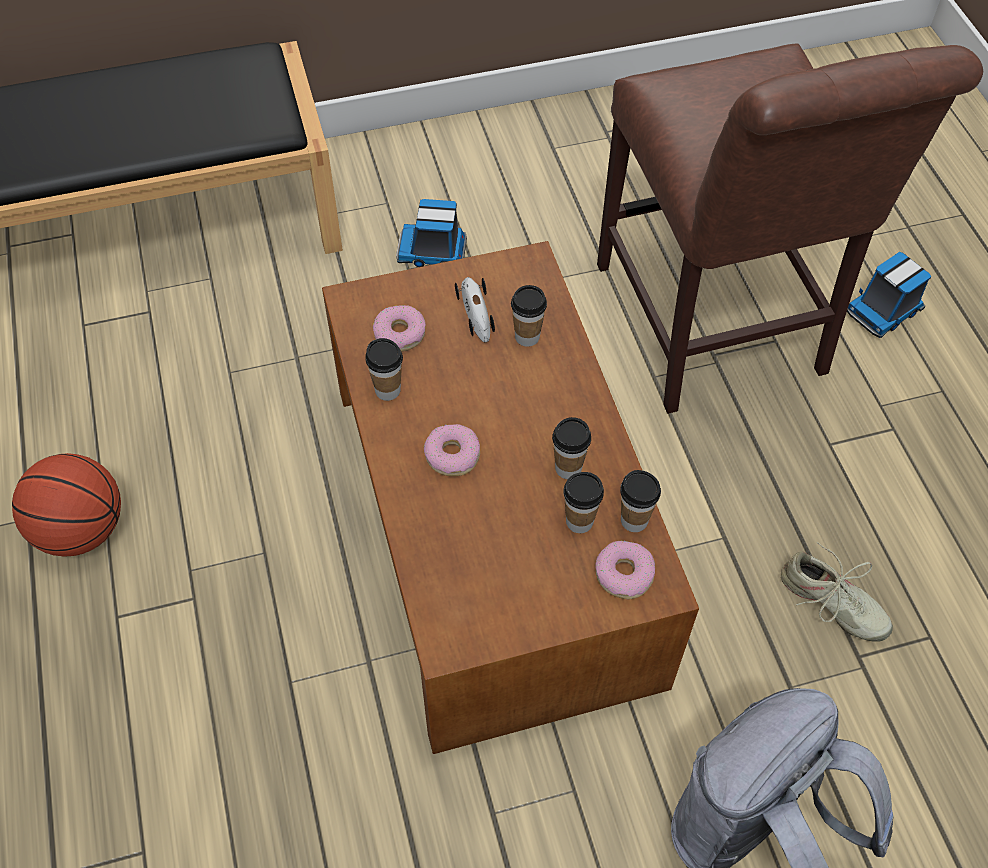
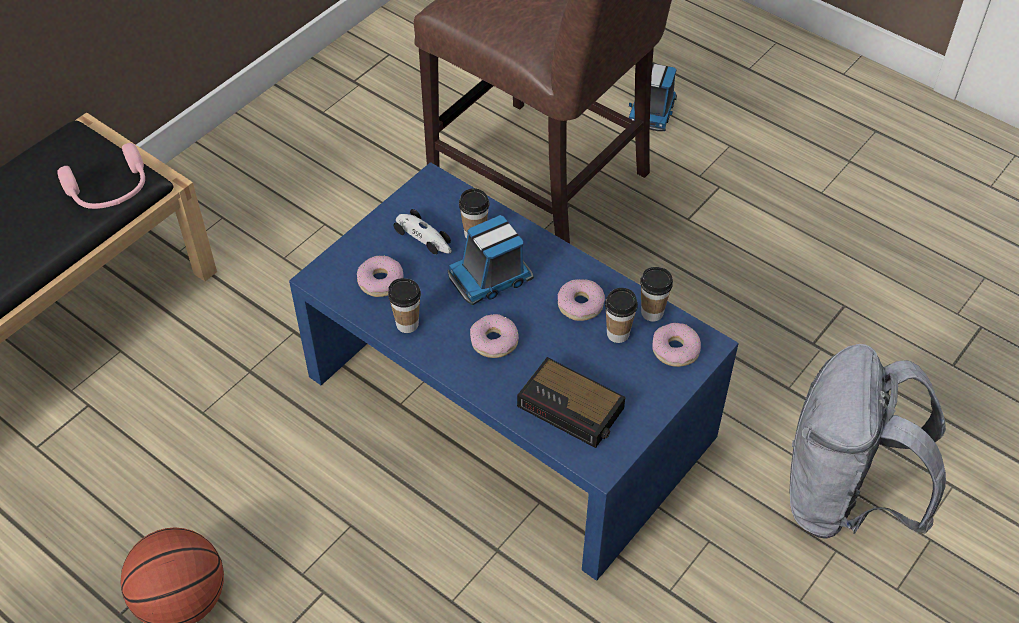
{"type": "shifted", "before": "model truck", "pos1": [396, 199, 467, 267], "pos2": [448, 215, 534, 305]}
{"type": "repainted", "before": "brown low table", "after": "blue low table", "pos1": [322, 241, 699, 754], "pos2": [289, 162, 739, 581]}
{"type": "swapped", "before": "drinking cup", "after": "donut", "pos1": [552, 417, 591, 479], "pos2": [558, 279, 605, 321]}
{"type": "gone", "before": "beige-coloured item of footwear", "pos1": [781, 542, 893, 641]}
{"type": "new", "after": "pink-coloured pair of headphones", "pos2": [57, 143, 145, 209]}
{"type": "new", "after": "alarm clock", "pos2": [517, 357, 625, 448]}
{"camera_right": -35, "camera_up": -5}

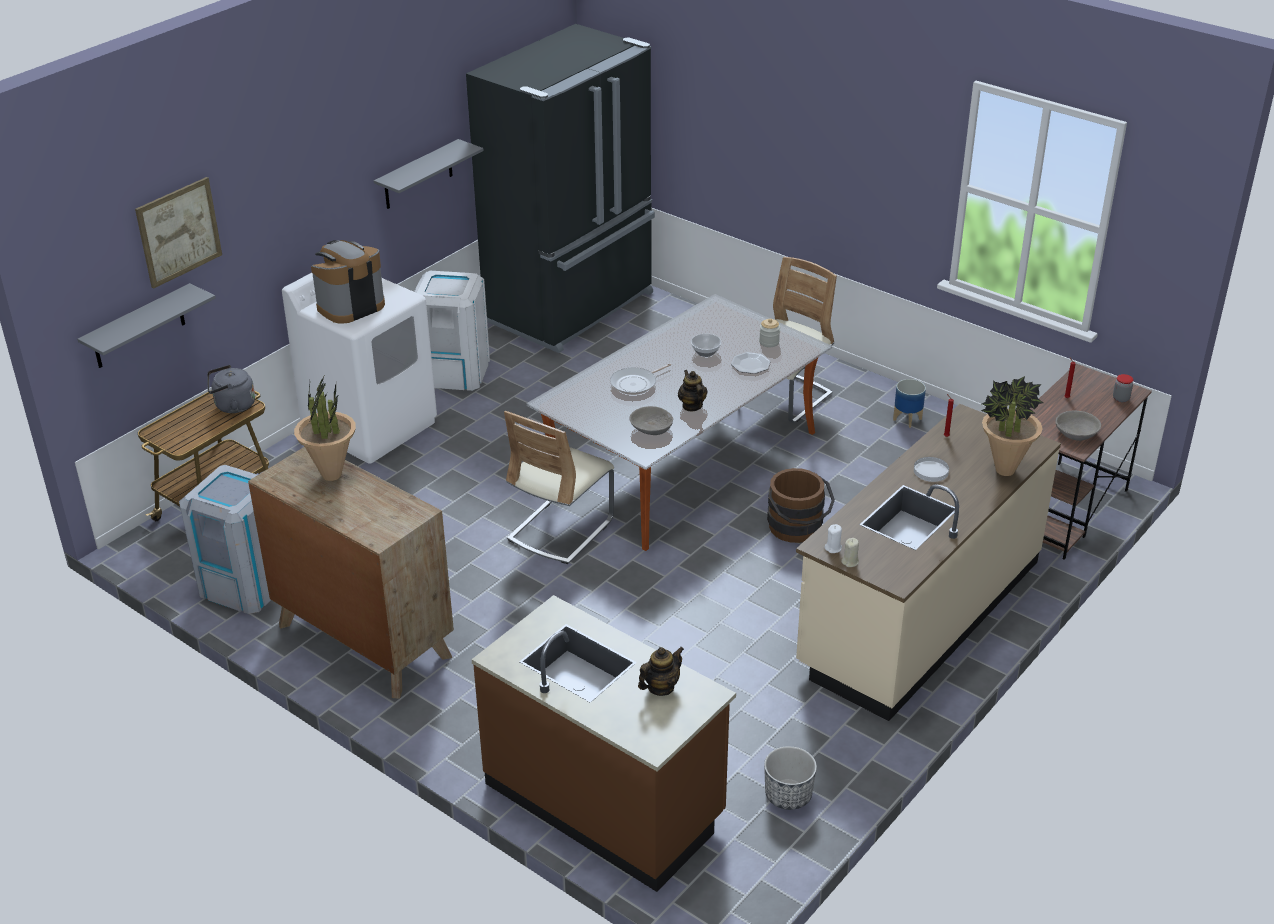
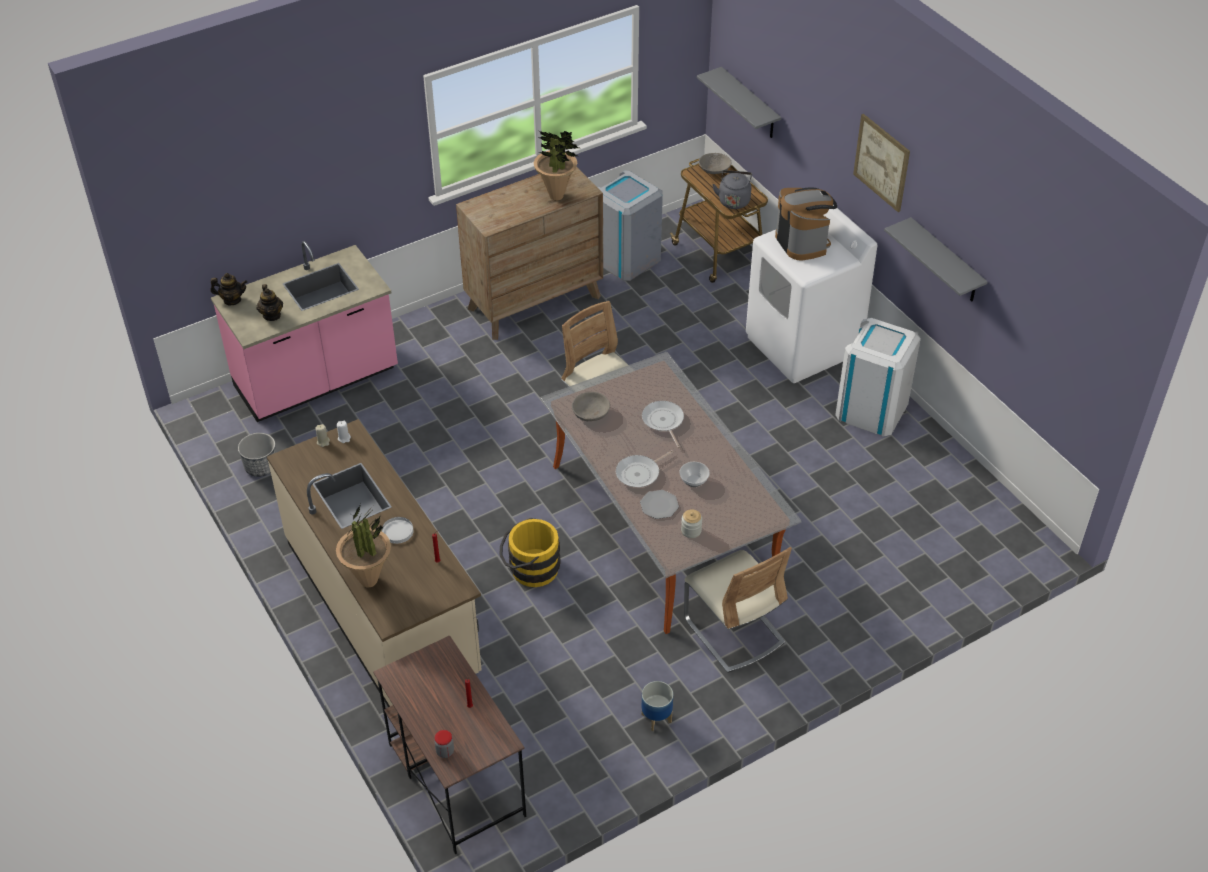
{"type": "gone", "before": "black kitchen fridge", "pos1": [466, 24, 655, 353]}
{"type": "shifted", "before": "wall picture", "pos1": [135, 177, 222, 289], "pos2": [853, 114, 910, 212]}
{"type": "shifted", "before": "tea pot", "pos1": [678, 370, 707, 411], "pos2": [210, 273, 247, 305]}
{"type": "shifted", "before": "grey deep dish", "pos1": [1055, 411, 1101, 441], "pos2": [699, 153, 732, 174]}
{"type": "repainted", "before": "brown pail", "after": "yellow pail", "pos1": [767, 468, 835, 543], "pos2": [500, 518, 561, 587]}
{"type": "repainted", "before": "brown counter", "after": "pink-coloured counter", "pos1": [472, 595, 736, 892], "pos2": [211, 241, 398, 422]}
{"type": "new", "after": "pan", "pos2": [616, 450, 674, 488]}
{"camera_right": 110, "camera_up": 10}

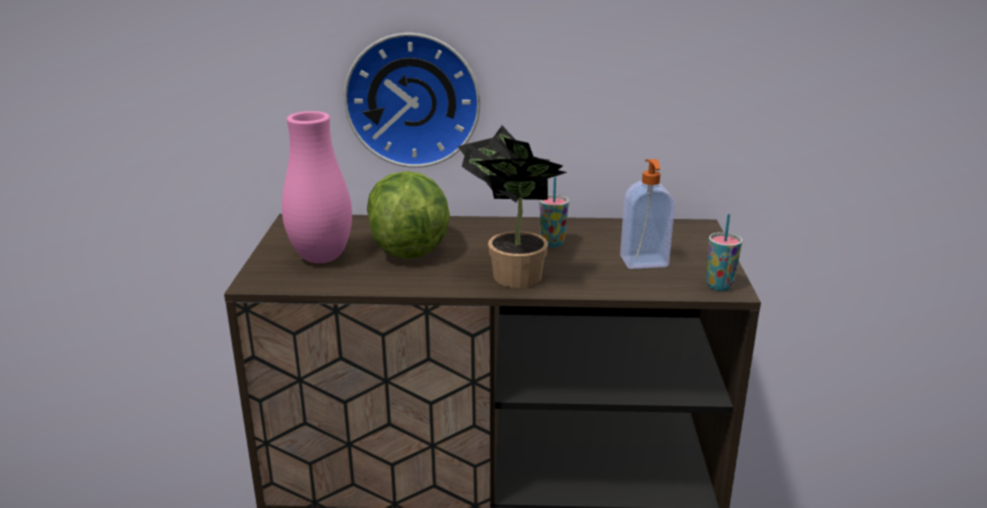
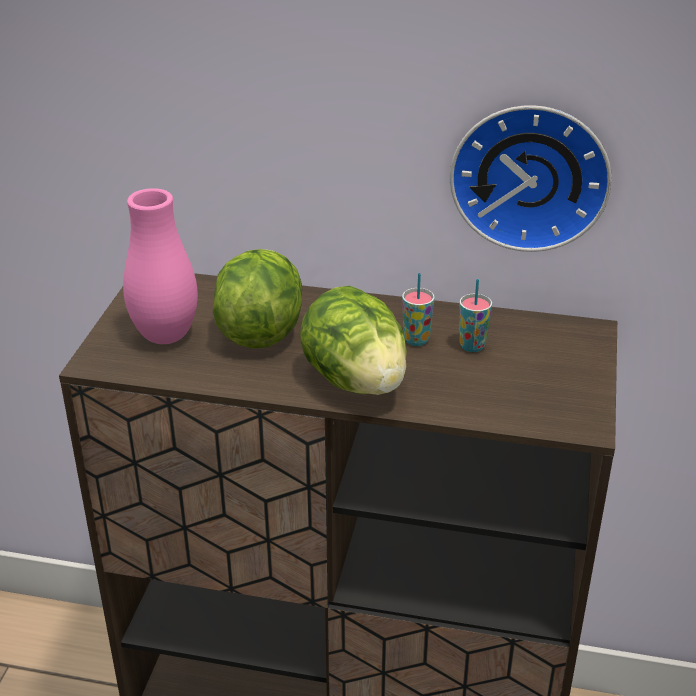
{"type": "shifted", "before": "wall clock", "pos1": [344, 33, 480, 168], "pos2": [450, 105, 612, 252]}
{"type": "swapped", "before": "plant in a pot", "after": "head of lettuce", "pos1": [457, 125, 567, 288], "pos2": [300, 286, 407, 395]}
{"type": "gone", "before": "soap bottle", "pos1": [620, 159, 675, 269]}
{"type": "shifted", "before": "drinking cup", "pos1": [707, 214, 742, 291], "pos2": [459, 279, 492, 352]}
{"camera_right": 10, "camera_up": 10}

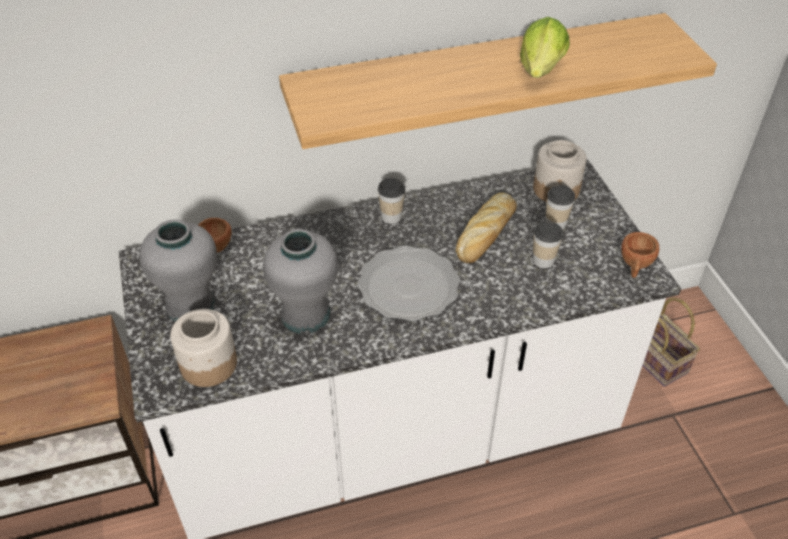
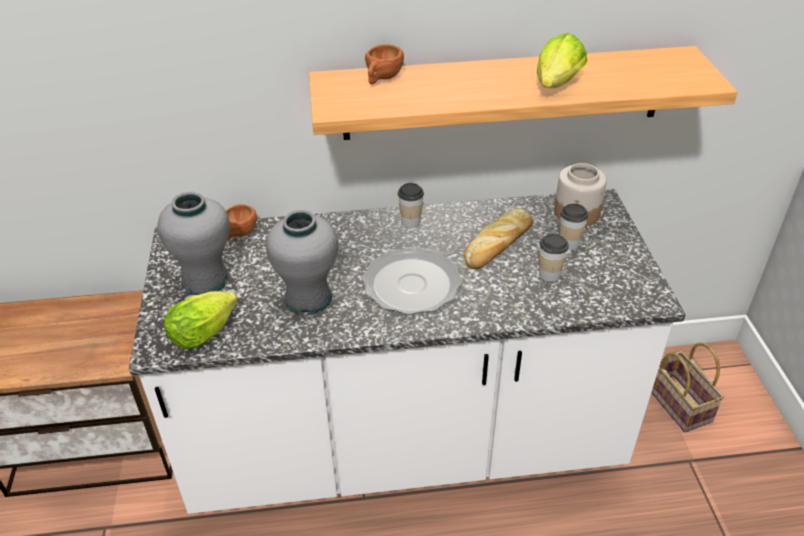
{"type": "shifted", "before": "brown drinking cup", "pos1": [621, 232, 659, 278], "pos2": [365, 44, 404, 84]}
{"type": "swapped", "before": "storage jar", "after": "head of lettuce", "pos1": [170, 309, 237, 387], "pos2": [164, 291, 237, 349]}
{"camera_right": 10, "camera_up": -5}

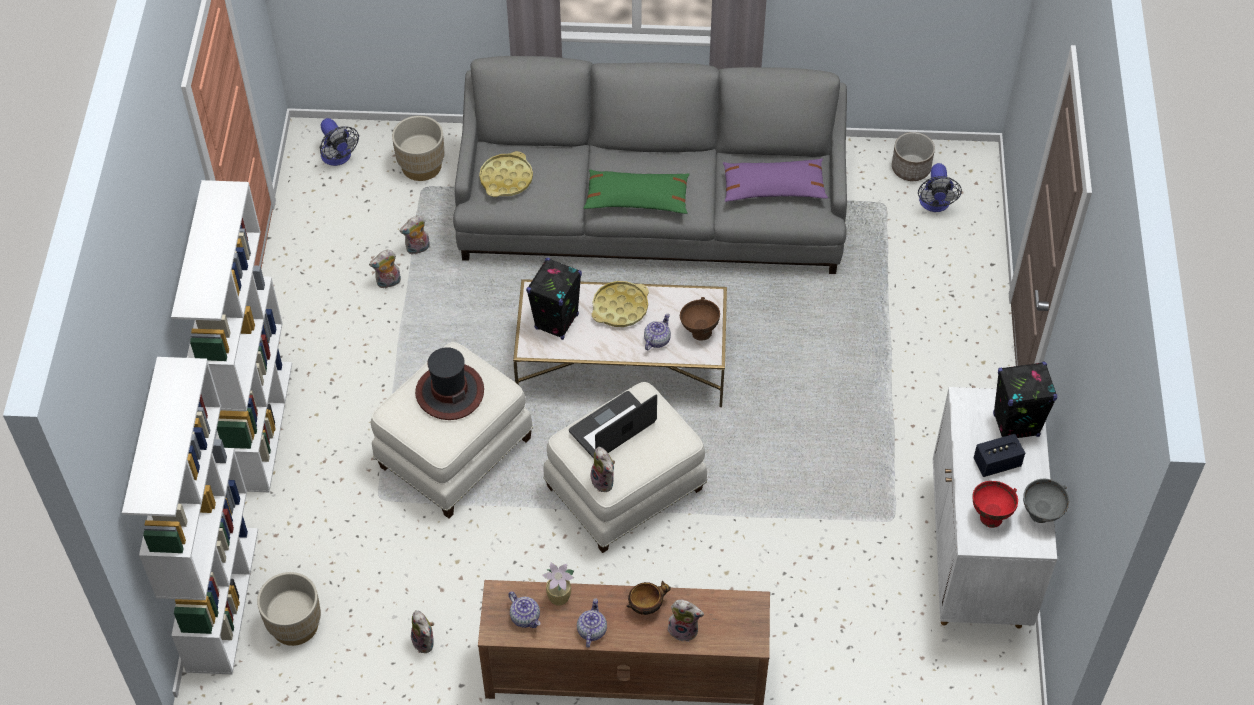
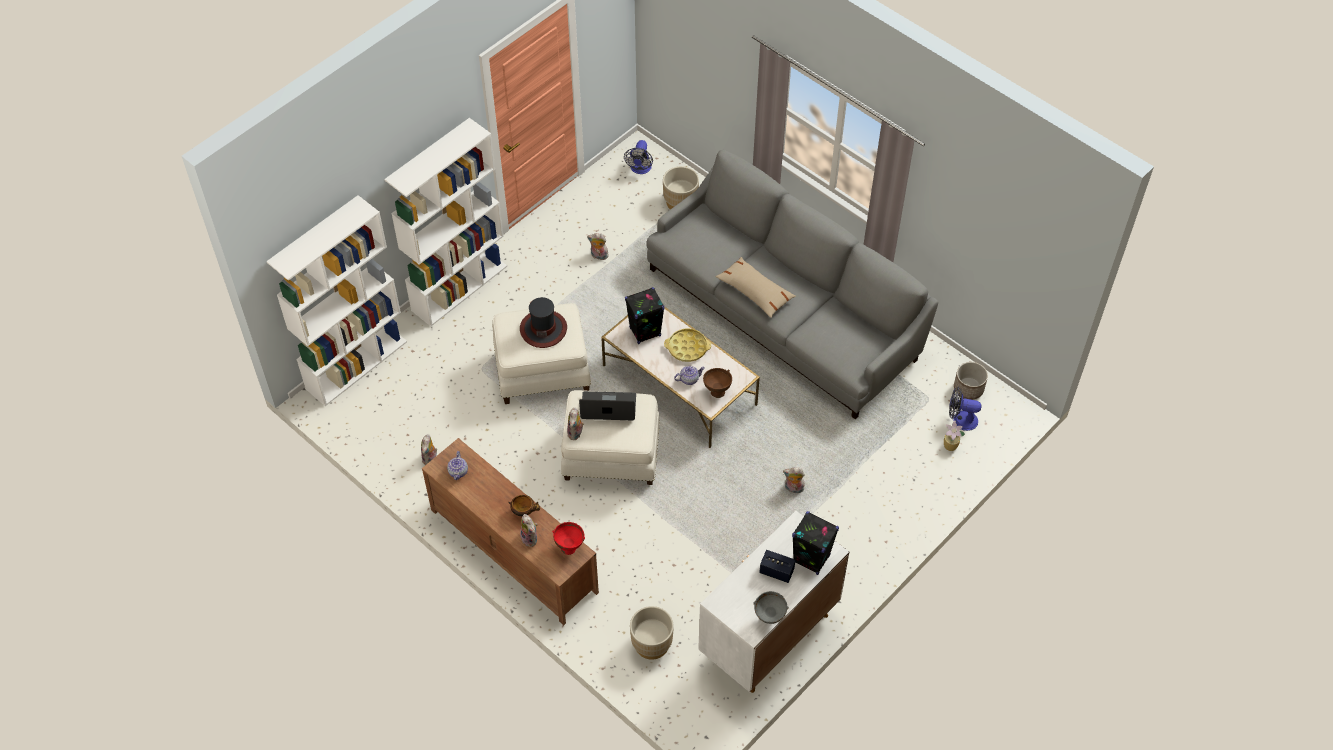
{"type": "gone", "before": "yellow serving tray", "pos1": [479, 151, 533, 197]}
{"type": "gone", "before": "purple pillow", "pos1": [723, 158, 828, 202]}
{"type": "rotated", "before": "fan", "pos1": [918, 163, 962, 212], "pos2": [949, 387, 981, 431], "turn": 60}
{"type": "repainted", "before": "green pillow", "after": "beige-coloured pillow", "pos1": [584, 169, 690, 214], "pos2": [716, 257, 796, 318]}
{"type": "shifted", "before": "plush toy", "pos1": [400, 215, 430, 255], "pos2": [783, 467, 805, 493]}
{"type": "shifted", "before": "red-coloured deep dish", "pos1": [972, 481, 1018, 528], "pos2": [552, 522, 585, 555]}
{"type": "shifted", "before": "plant in a pot", "pos1": [542, 562, 574, 606], "pos2": [944, 421, 965, 451]}
{"type": "shifted", "before": "beige-coloured plant pot", "pos1": [257, 572, 321, 646], "pos2": [630, 606, 674, 660]}
{"type": "gone", "before": "tea pot", "pos1": [577, 598, 607, 648]}
{"camera_right": 40, "camera_up": 0}

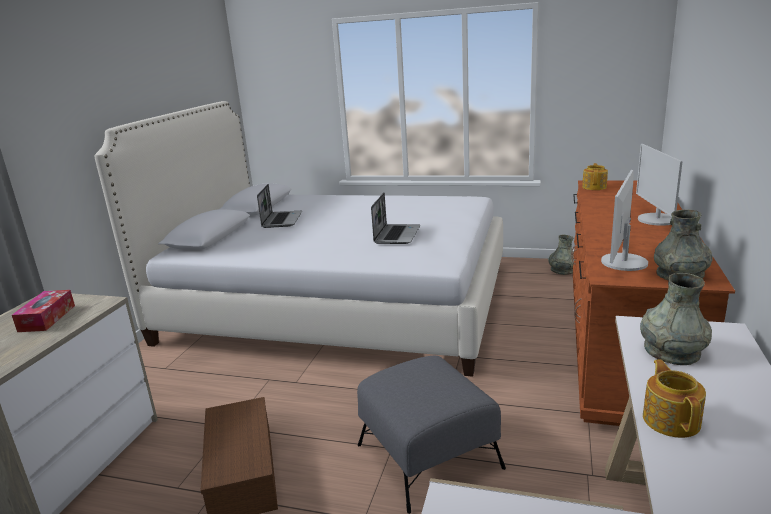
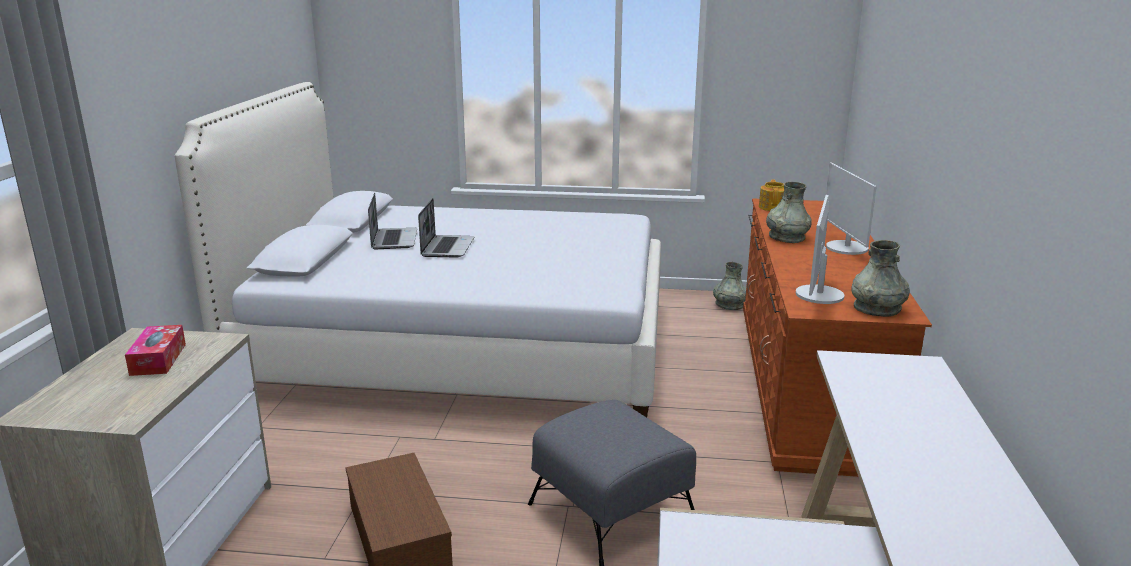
{"type": "shifted", "before": "portable computer", "pos1": [371, 193, 420, 244], "pos2": [418, 198, 475, 258]}
{"type": "shifted", "before": "grey decorative vase", "pos1": [640, 273, 712, 365], "pos2": [766, 182, 812, 243]}
{"type": "gone", "before": "tea pot", "pos1": [643, 359, 706, 438]}
{"camera_right": -10, "camera_up": 0}

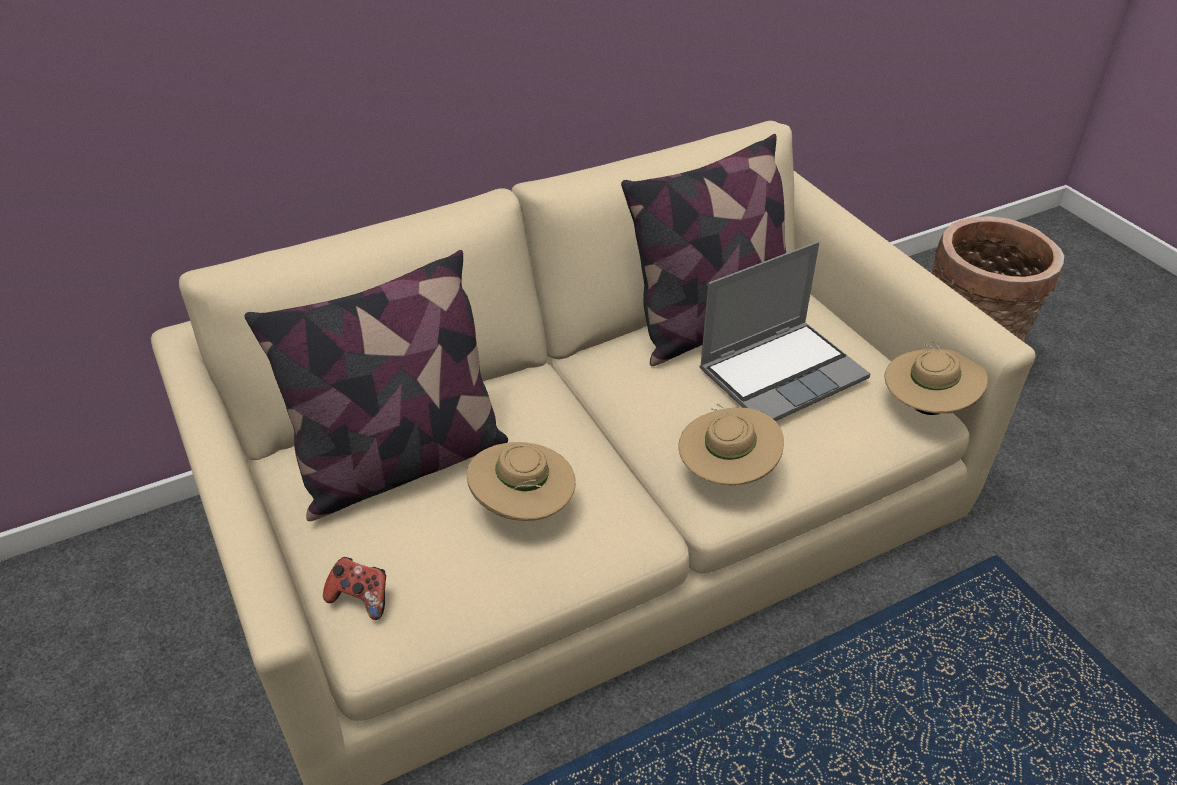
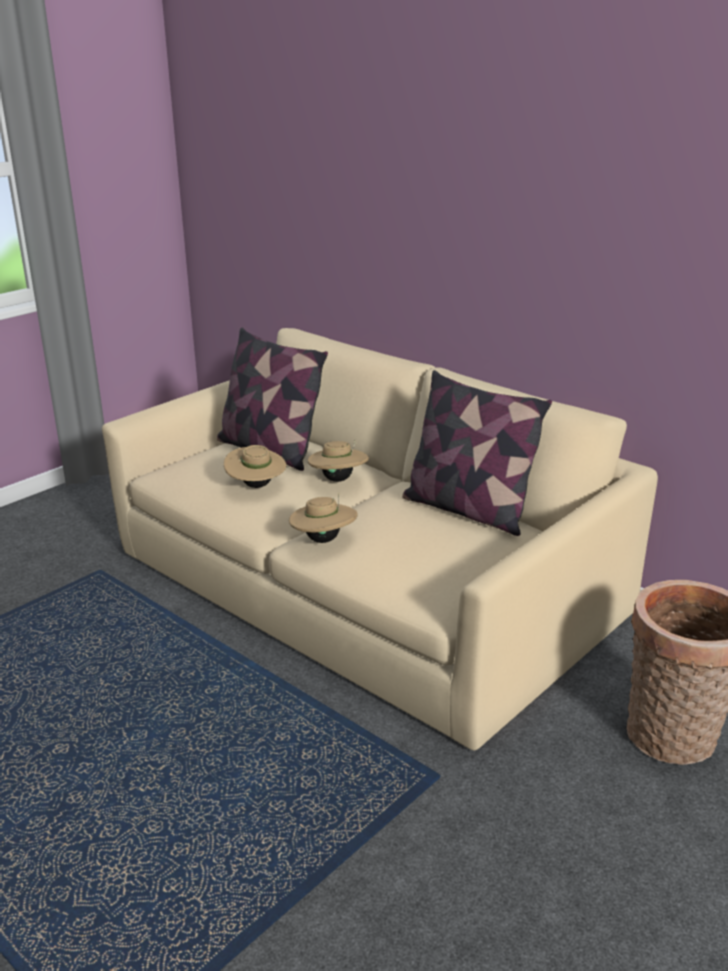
{"type": "gone", "before": "portable computer", "pos1": [699, 241, 870, 421]}
{"type": "shifted", "before": "beige-coloured clothing hat", "pos1": [884, 340, 988, 415], "pos2": [307, 440, 369, 482]}
{"type": "gone", "before": "gamepad", "pos1": [323, 557, 386, 620]}
{"camera_right": 70, "camera_up": -15}

